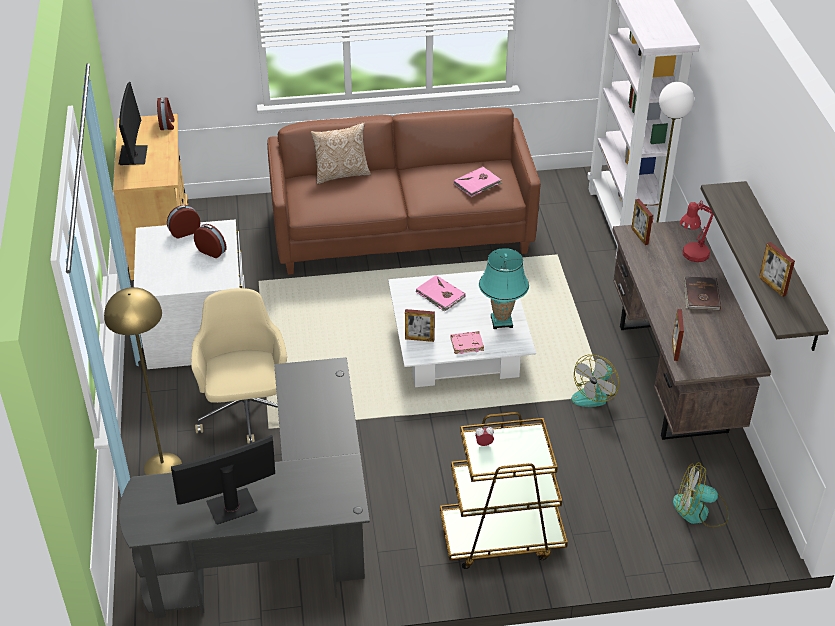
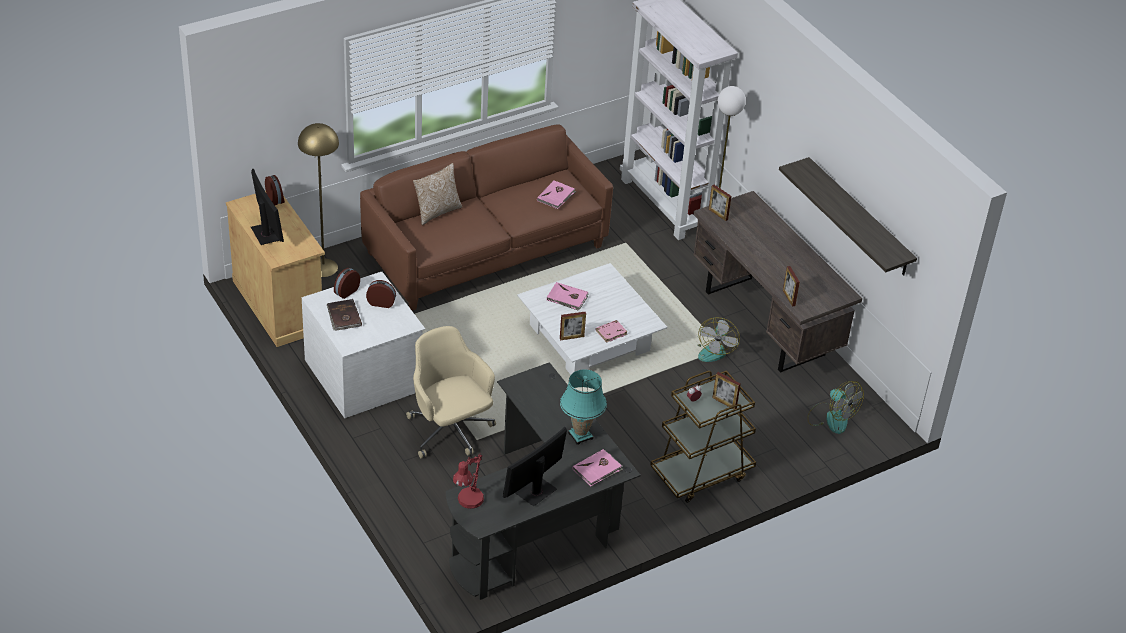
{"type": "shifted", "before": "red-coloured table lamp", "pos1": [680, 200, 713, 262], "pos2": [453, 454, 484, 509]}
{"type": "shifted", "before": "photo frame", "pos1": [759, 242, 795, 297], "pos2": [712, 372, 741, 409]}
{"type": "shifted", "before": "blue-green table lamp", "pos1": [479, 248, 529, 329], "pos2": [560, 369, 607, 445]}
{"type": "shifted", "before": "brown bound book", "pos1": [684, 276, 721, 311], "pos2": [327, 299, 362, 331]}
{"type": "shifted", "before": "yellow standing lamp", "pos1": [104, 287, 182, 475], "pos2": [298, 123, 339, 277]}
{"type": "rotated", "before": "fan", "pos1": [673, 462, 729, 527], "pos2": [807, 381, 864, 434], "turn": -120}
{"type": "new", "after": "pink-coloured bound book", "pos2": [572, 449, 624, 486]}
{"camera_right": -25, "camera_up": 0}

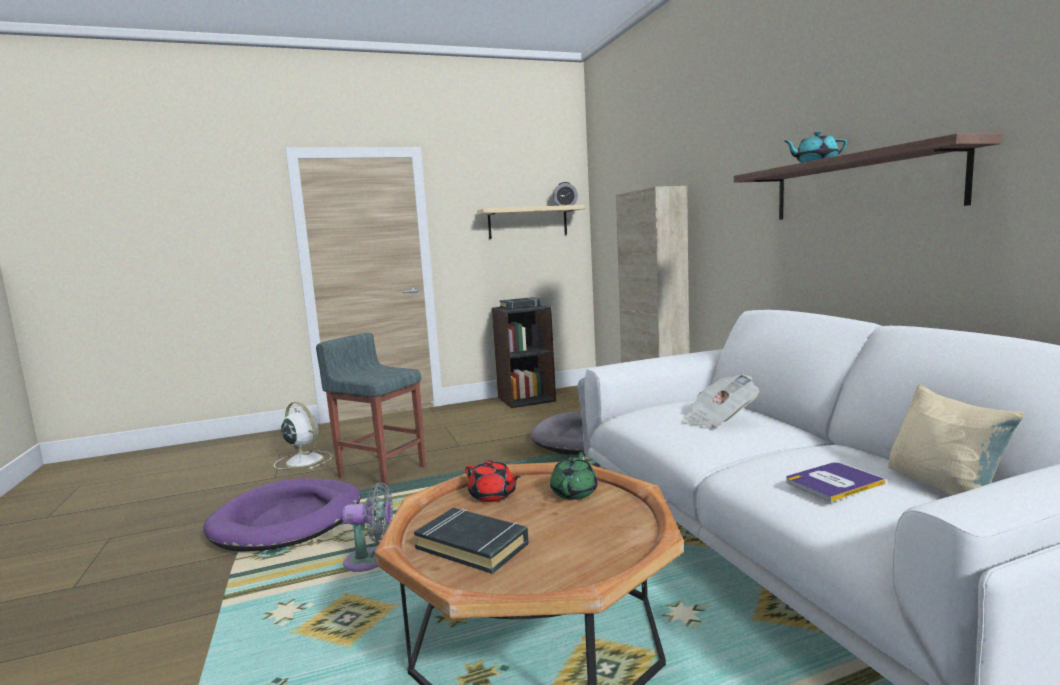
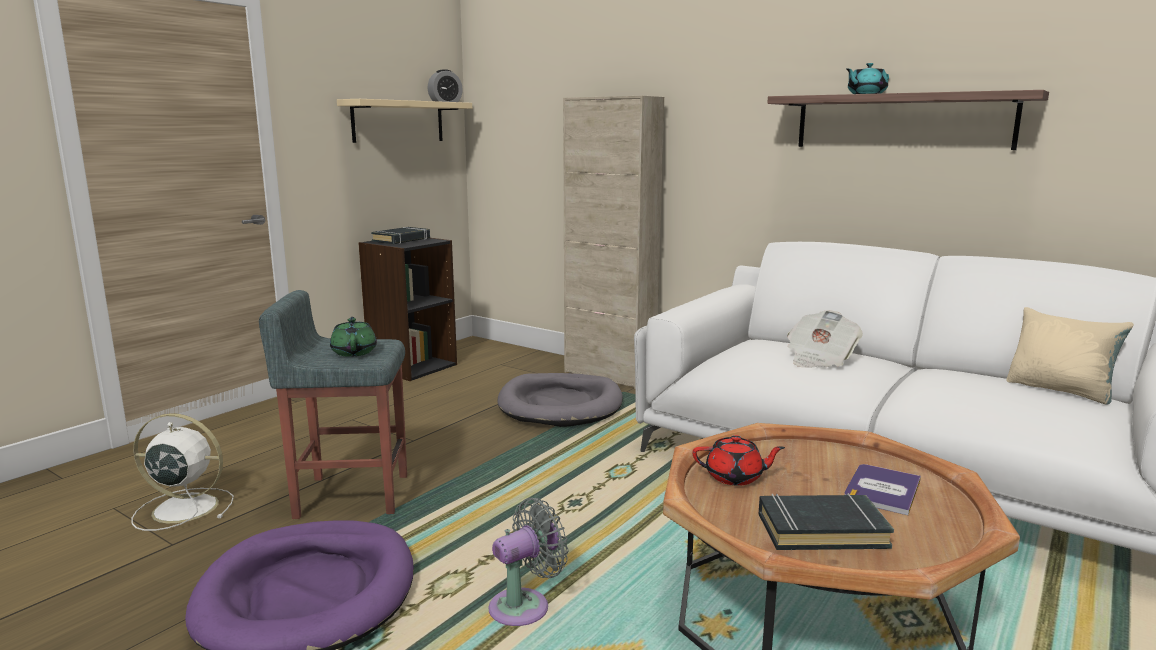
{"type": "shifted", "before": "green tea pot", "pos1": [550, 451, 598, 500], "pos2": [330, 317, 377, 357]}
{"type": "shifted", "before": "bound book", "pos1": [786, 462, 886, 502], "pos2": [845, 464, 921, 515]}
{"camera_right": -35, "camera_up": 5}

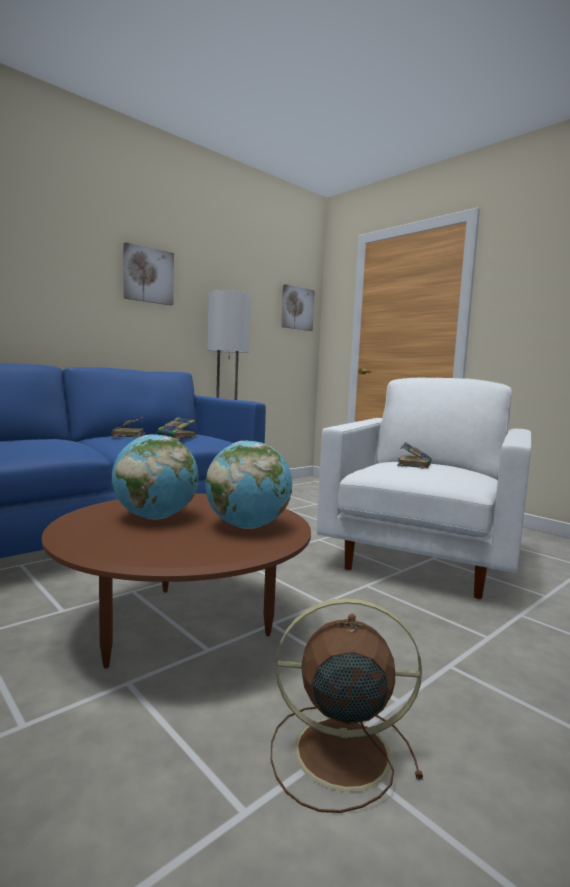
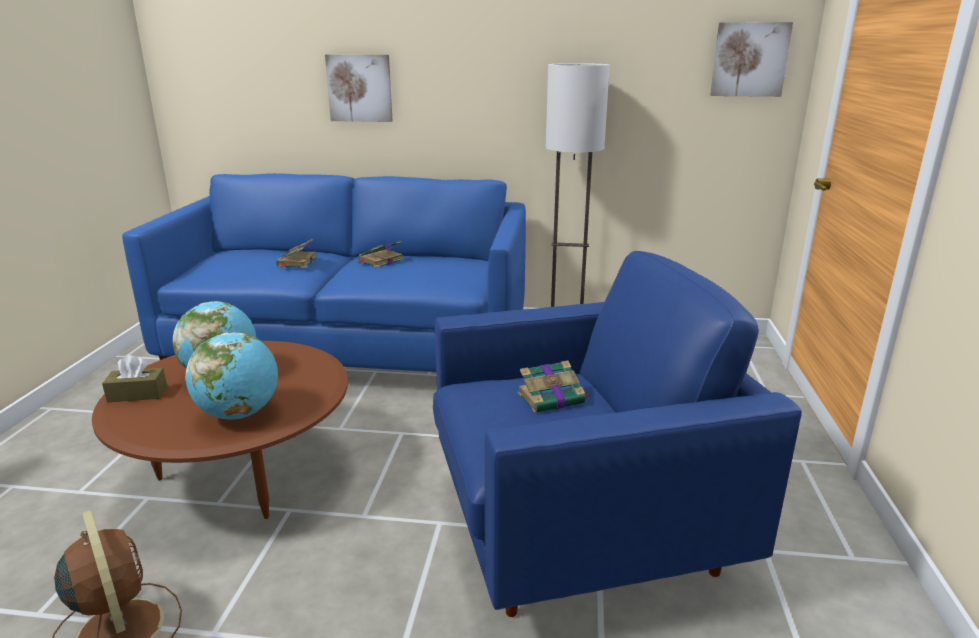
{"type": "shifted", "before": "wall picture", "pos1": [124, 242, 174, 305], "pos2": [325, 54, 393, 122]}
{"type": "repainted", "before": "whitish lounge chair", "after": "blue lounge chair", "pos1": [317, 378, 532, 599], "pos2": [433, 251, 802, 617]}
{"type": "shifted", "before": "bound book", "pos1": [157, 417, 197, 439], "pos2": [276, 239, 318, 268]}
{"type": "new", "after": "brown tissue box", "pos2": [102, 355, 167, 402]}
{"camera_right": 50, "camera_up": 15}

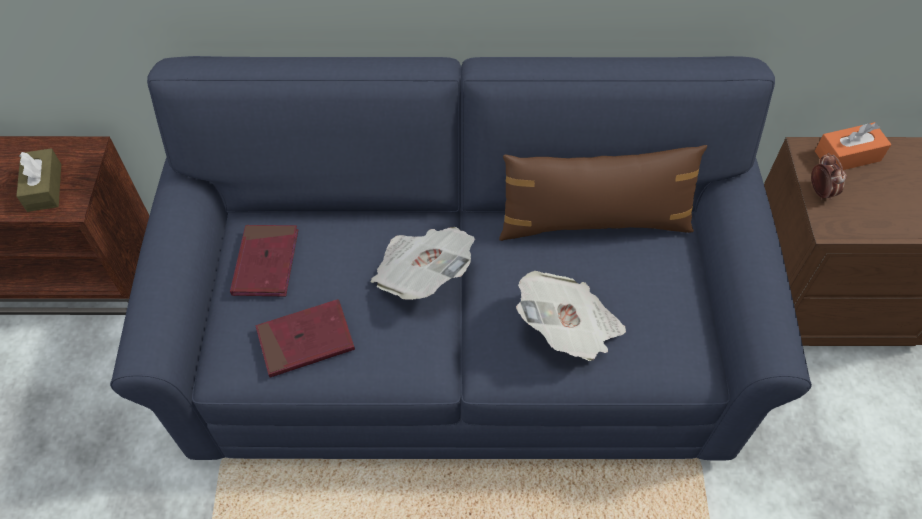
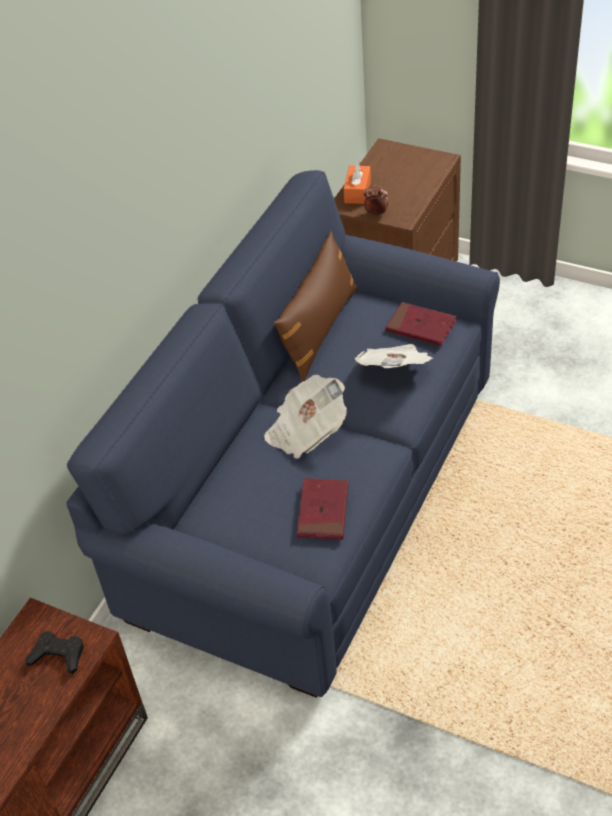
{"type": "swapped", "before": "brown tissue box", "after": "black gamepad", "pos1": [16, 148, 61, 212], "pos2": [25, 631, 84, 674]}
{"type": "shifted", "before": "red-coloured bound book", "pos1": [230, 225, 298, 297], "pos2": [385, 302, 457, 346]}
{"camera_right": -60, "camera_up": -10}

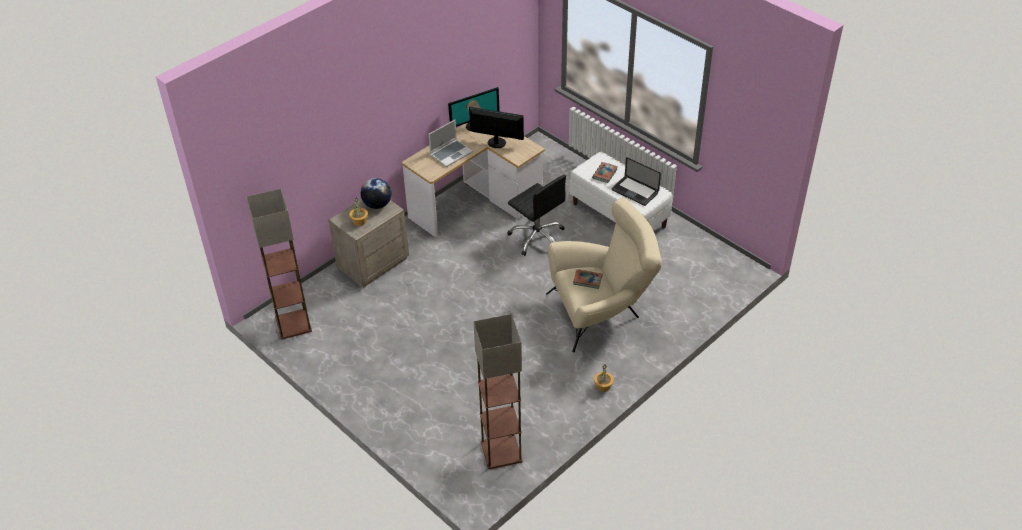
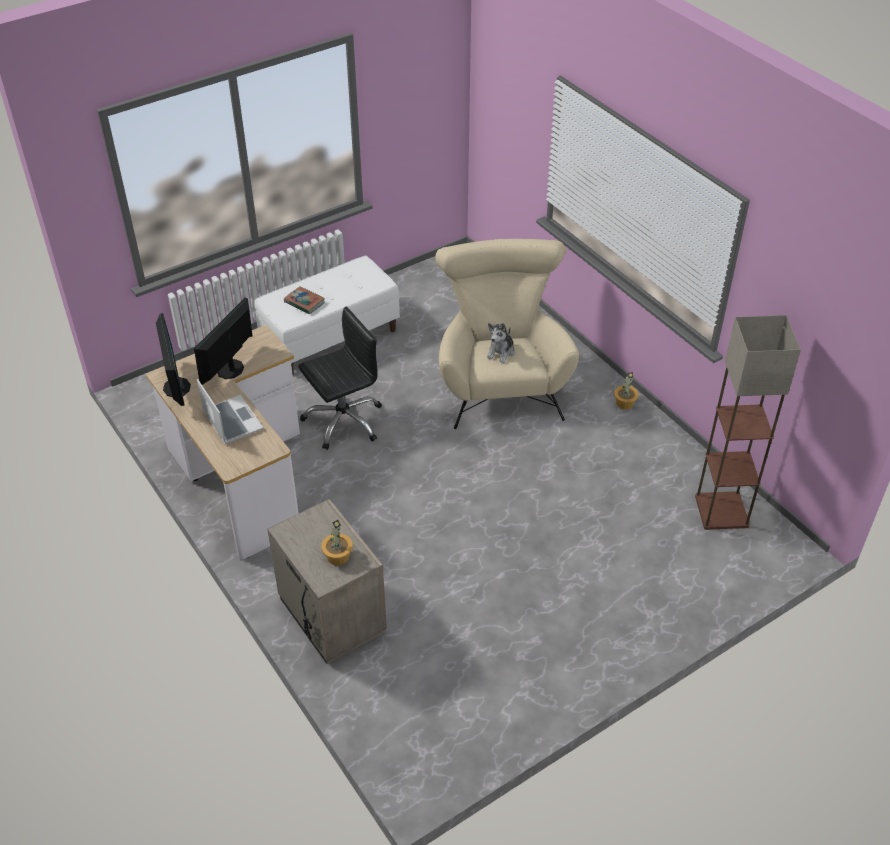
{"type": "gone", "before": "portable computer", "pos1": [612, 157, 661, 206]}
{"type": "gone", "before": "globe", "pos1": [361, 178, 391, 209]}
{"type": "gone", "before": "standing lamp", "pos1": [246, 189, 312, 339]}
{"type": "swapped", "before": "bound book", "after": "plush toy", "pos1": [573, 269, 603, 289], "pos2": [487, 323, 515, 363]}
{"camera_right": -80, "camera_up": 0}

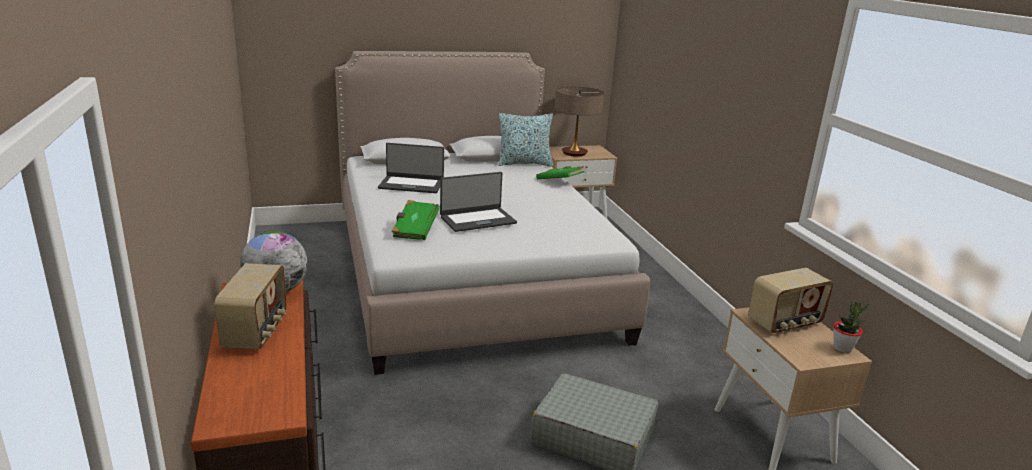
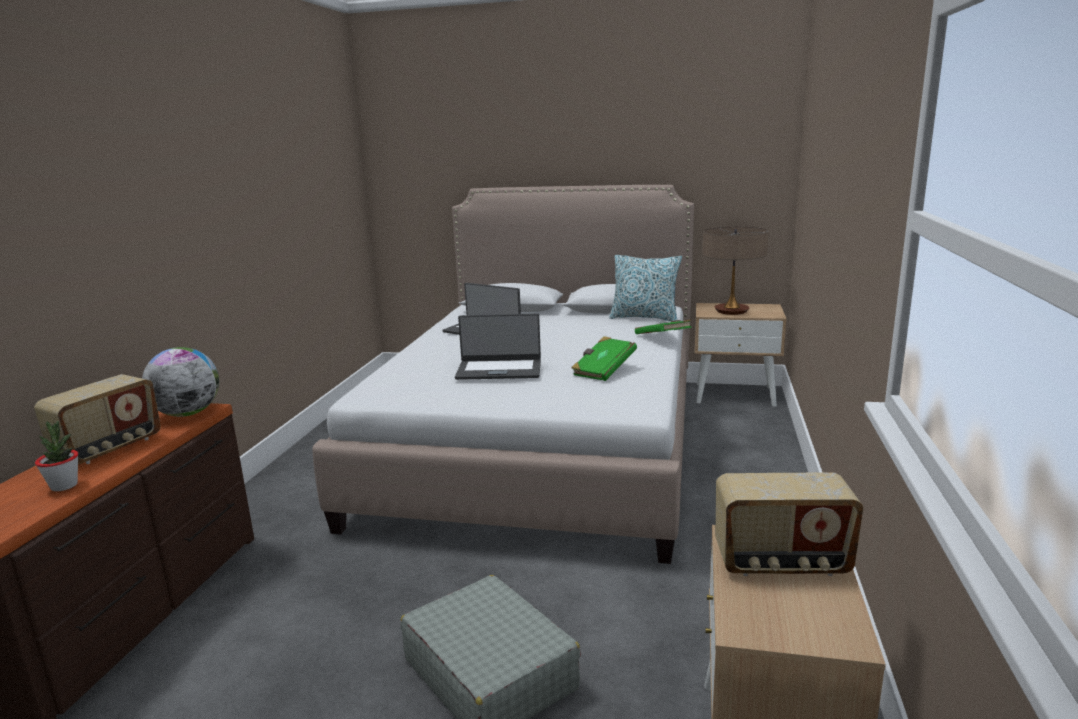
{"type": "shifted", "before": "green bound book", "pos1": [391, 200, 440, 240], "pos2": [571, 336, 637, 381]}
{"type": "shifted", "before": "plant in a pot", "pos1": [833, 301, 869, 353], "pos2": [35, 421, 78, 491]}
{"camera_right": 30, "camera_up": -5}

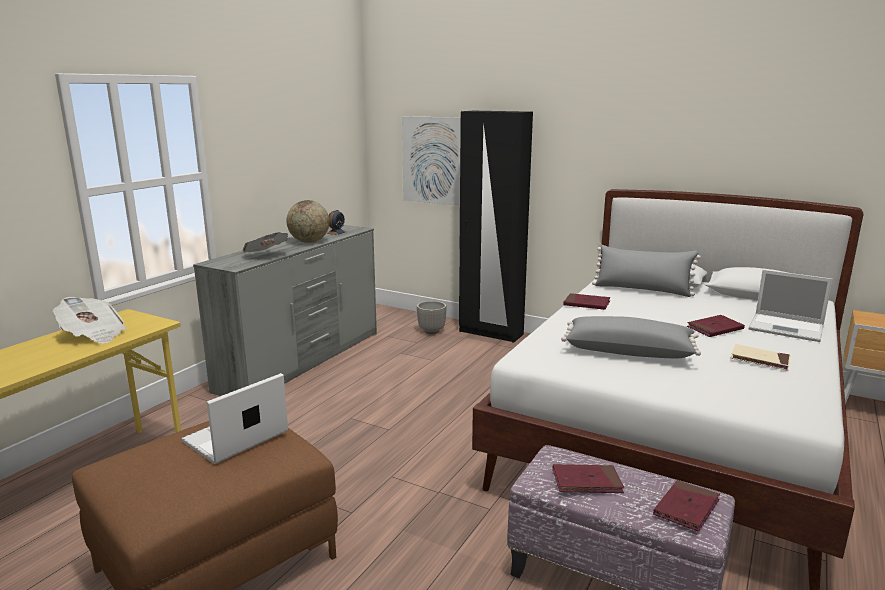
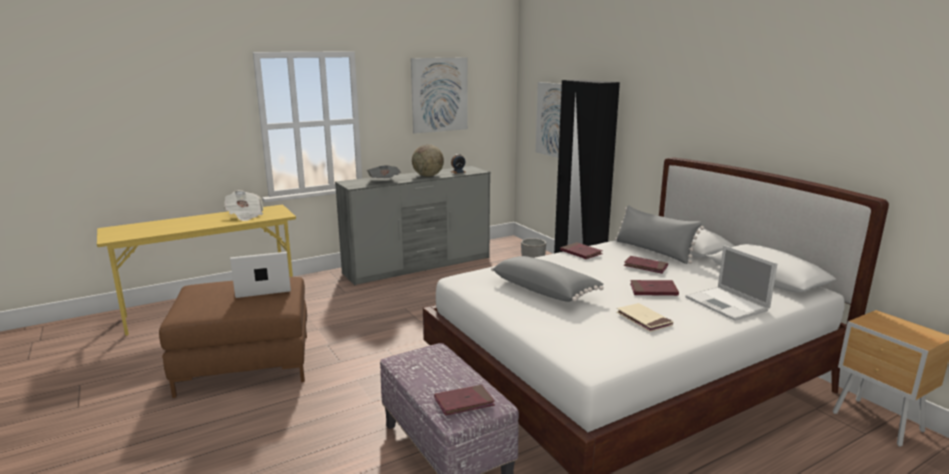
{"type": "shifted", "before": "red-coloured bound book", "pos1": [552, 464, 624, 493], "pos2": [623, 256, 668, 274]}
{"type": "new", "after": "wall picture", "pos2": [411, 57, 468, 134]}
{"camera_right": 30, "camera_up": 0}

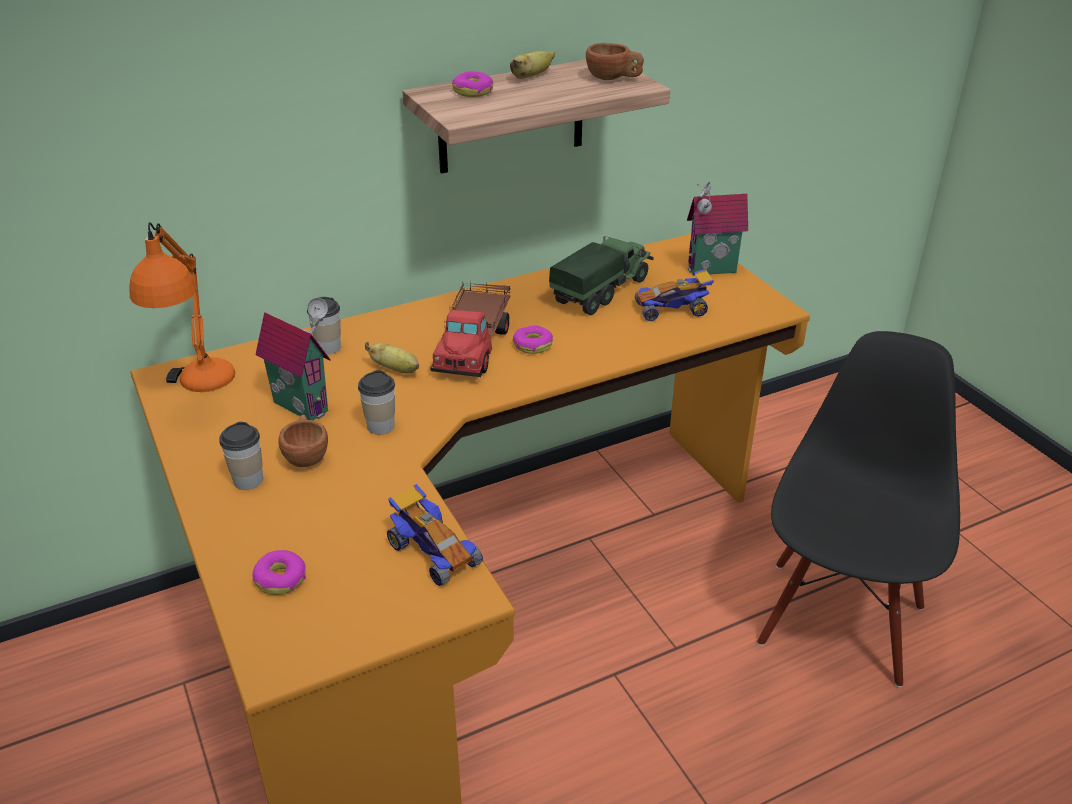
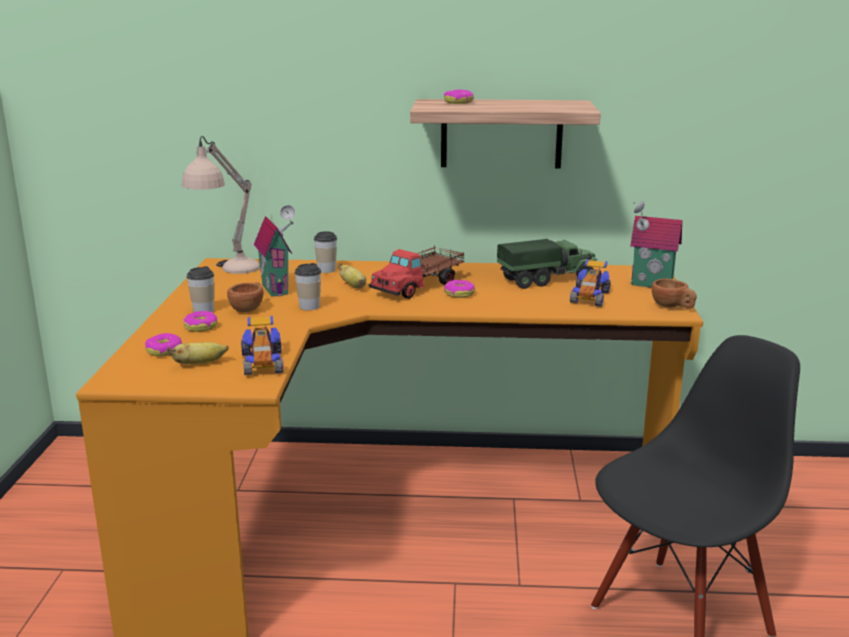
{"type": "shifted", "before": "brown drinking cup", "pos1": [586, 43, 644, 80], "pos2": [652, 278, 697, 309]}
{"type": "shifted", "before": "whole banana", "pos1": [510, 51, 555, 79], "pos2": [168, 342, 228, 364]}
{"type": "repainted", "before": "orange-coloured table lamp", "after": "beige-coloured table lamp", "pos1": [129, 222, 235, 392], "pos2": [182, 136, 260, 274]}
{"type": "rotated", "before": "miniature car", "pos1": [635, 269, 714, 321], "pos2": [570, 259, 611, 307], "turn": -90}
{"type": "new", "after": "donut", "pos2": [183, 311, 217, 332]}
{"camera_right": 30, "camera_up": -15}

